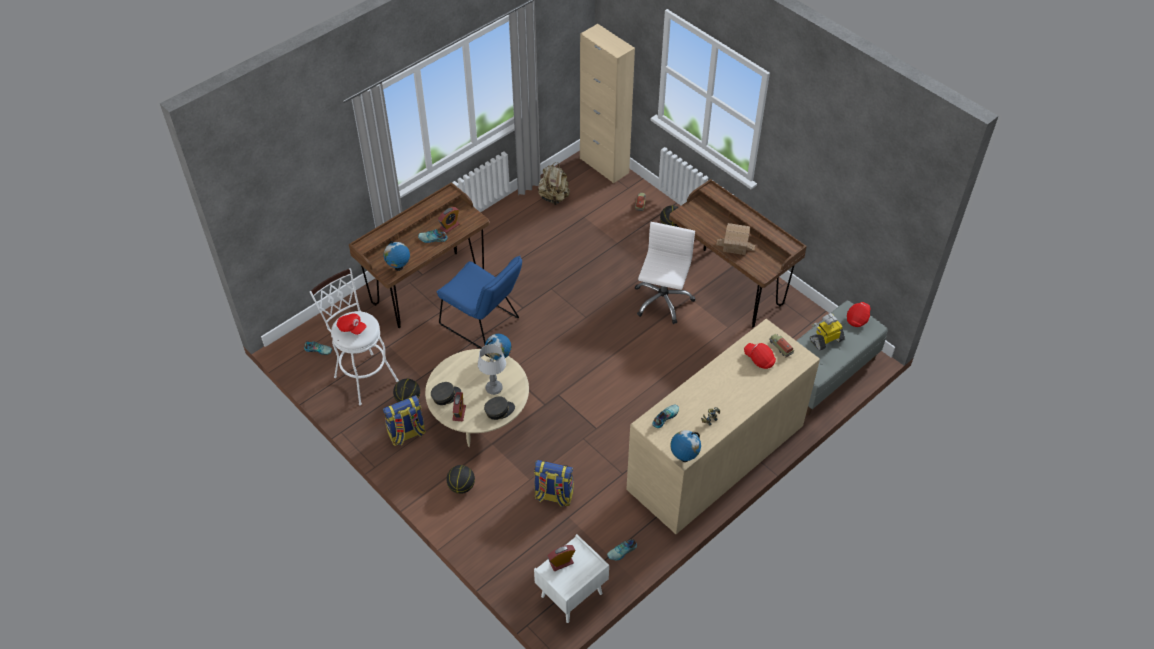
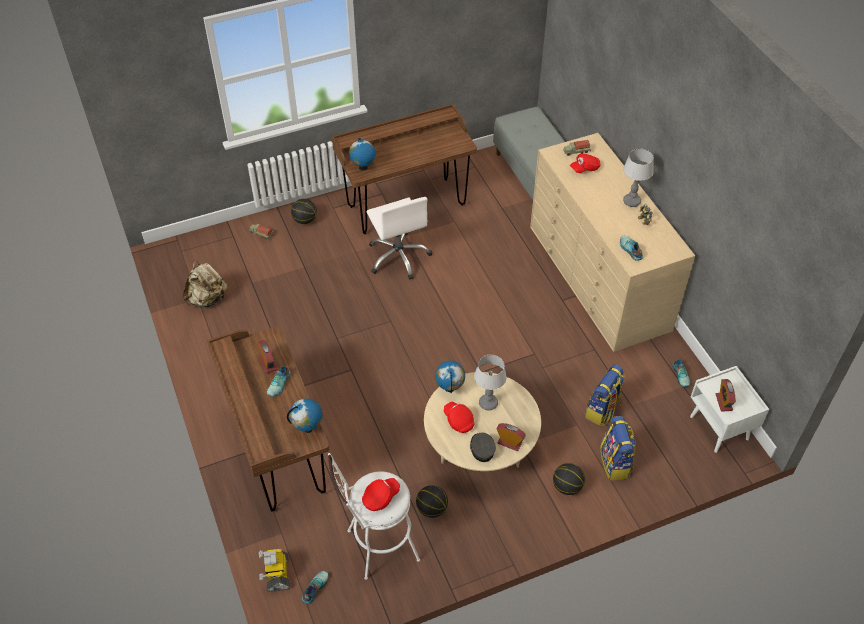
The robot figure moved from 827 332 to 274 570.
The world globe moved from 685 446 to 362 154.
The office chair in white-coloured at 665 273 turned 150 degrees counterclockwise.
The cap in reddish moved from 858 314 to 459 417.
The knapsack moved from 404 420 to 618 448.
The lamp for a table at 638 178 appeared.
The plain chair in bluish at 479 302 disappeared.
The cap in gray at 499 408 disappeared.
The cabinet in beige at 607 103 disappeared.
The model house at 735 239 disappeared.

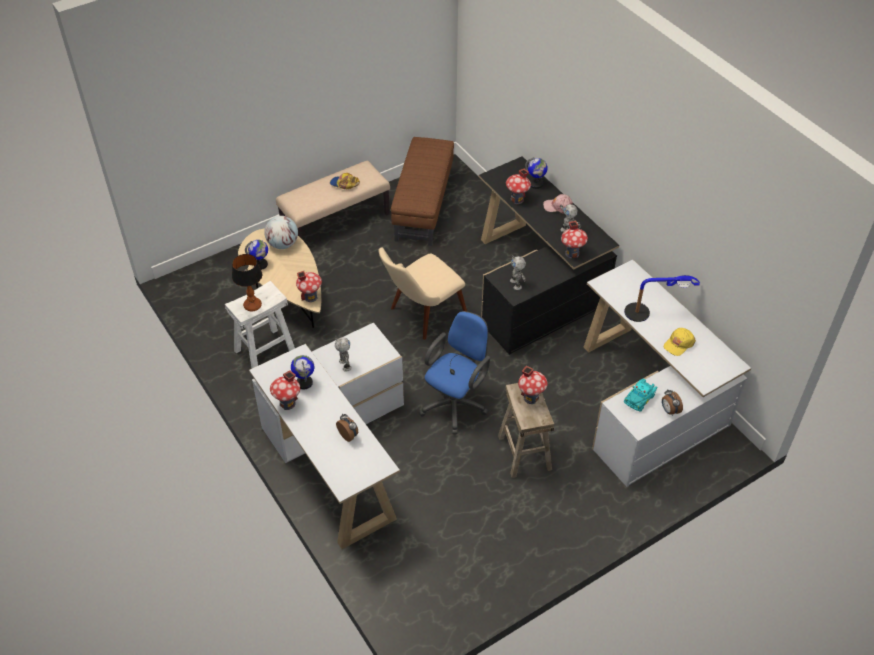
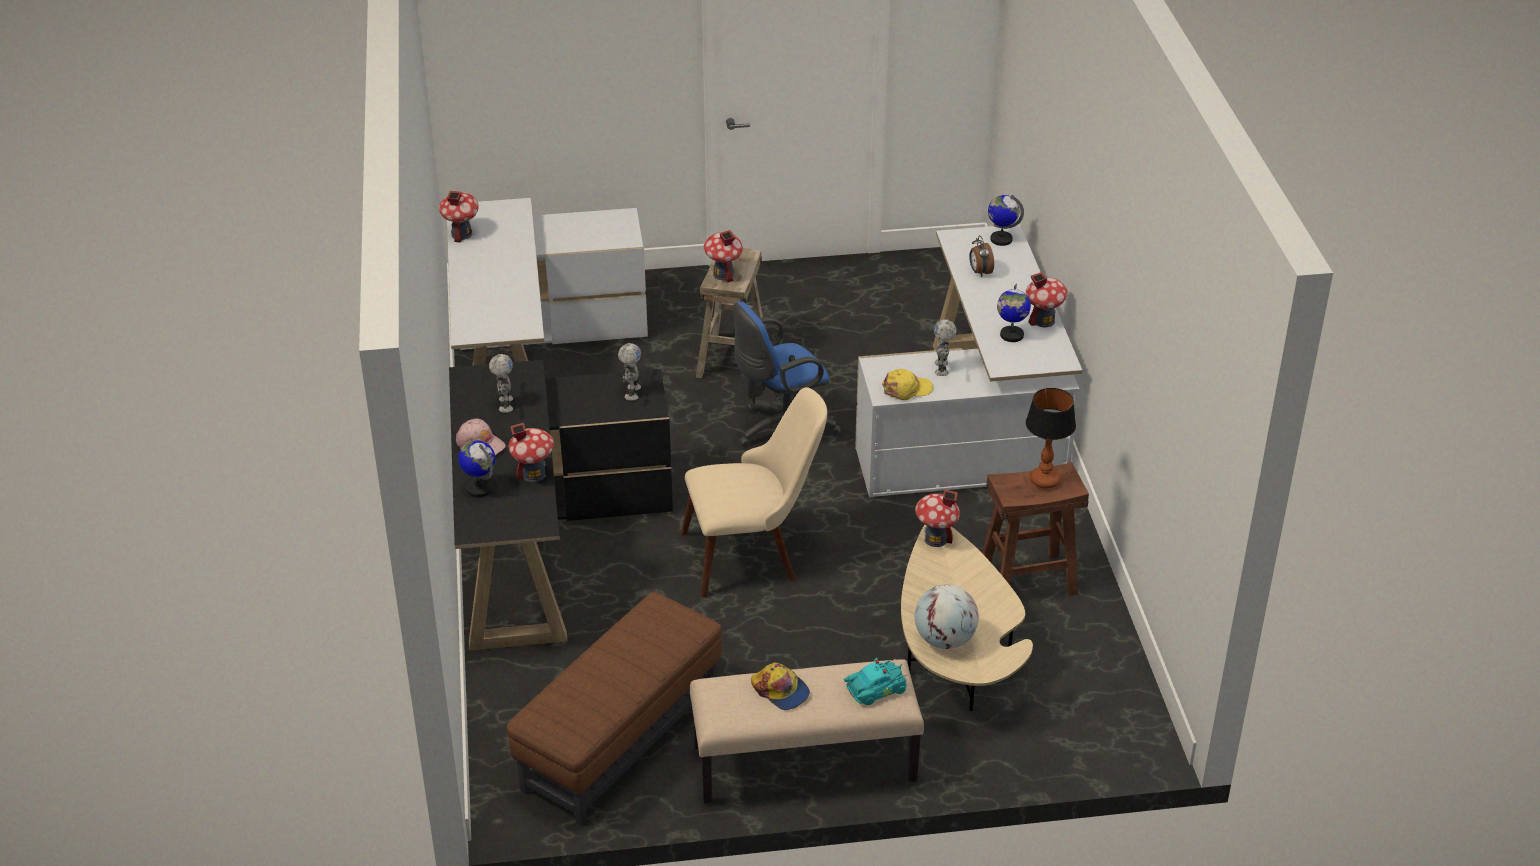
The model house moved from 574 240 to 459 217.
The toy car in blue-green moved from 640 395 to 876 681.
The cap in yellowish moved from 680 342 to 907 384.
The sitting stool in white-coloured at 260 324 became the sitting stool in brown at 1035 529.
The world globe moved from 256 255 to 1006 220.
The lamp for a table at 662 298 disappeared.
The bedside clock at 672 402 disappeared.

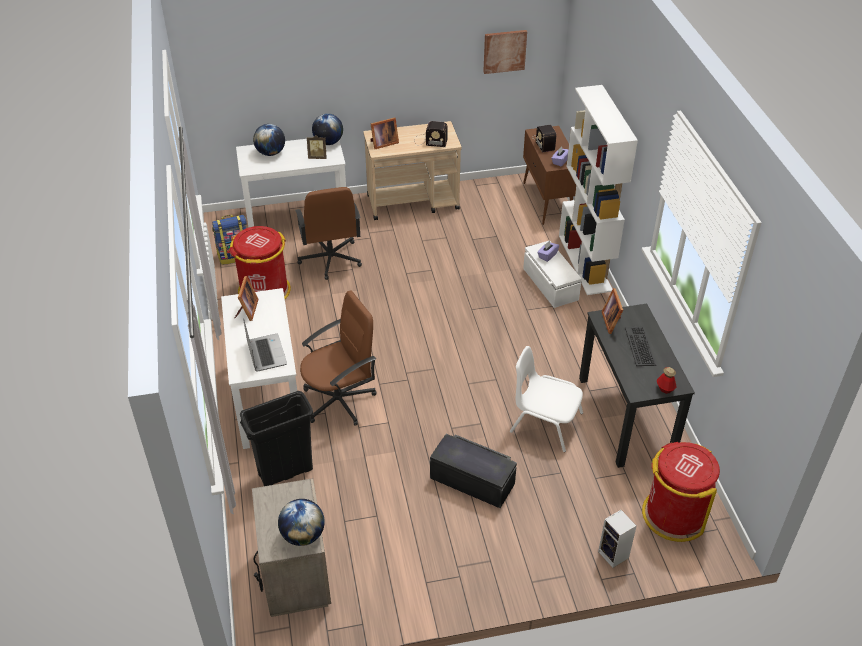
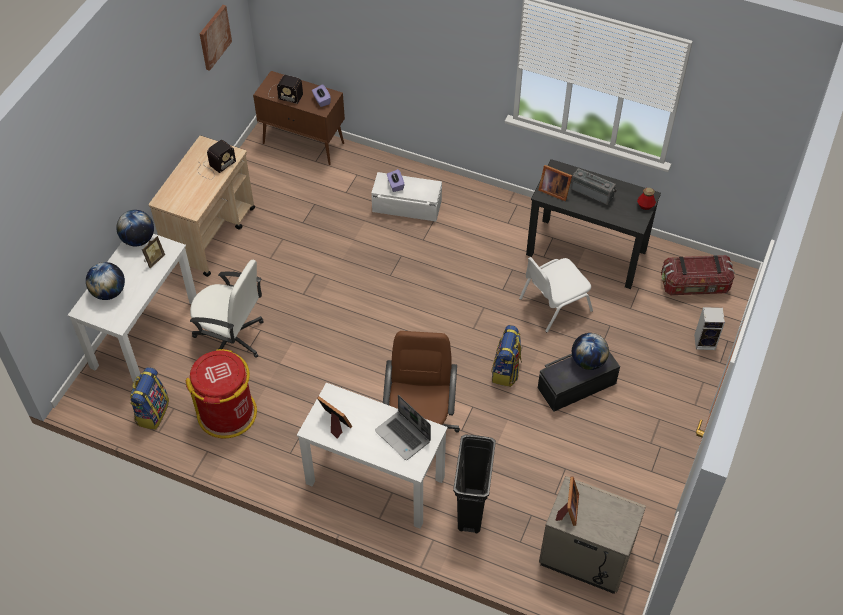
The office chair in brown at 328 233 became the office chair in white-coloured at 227 309.
The laptop at 265 346 turned 150 degrees counterclockwise.
The knapsack at 506 356 appeared.
The standing frame moved from 384 133 to 567 501.
The computer keyboard at 640 346 was replaced by the radio receiver at 594 186.
The world globe moved from 301 522 to 590 351.
The rubbish bin in reddish at 681 492 was replaced by the storage bin at 698 275.
The bookcase in white-coloured at 598 190 disappeared.

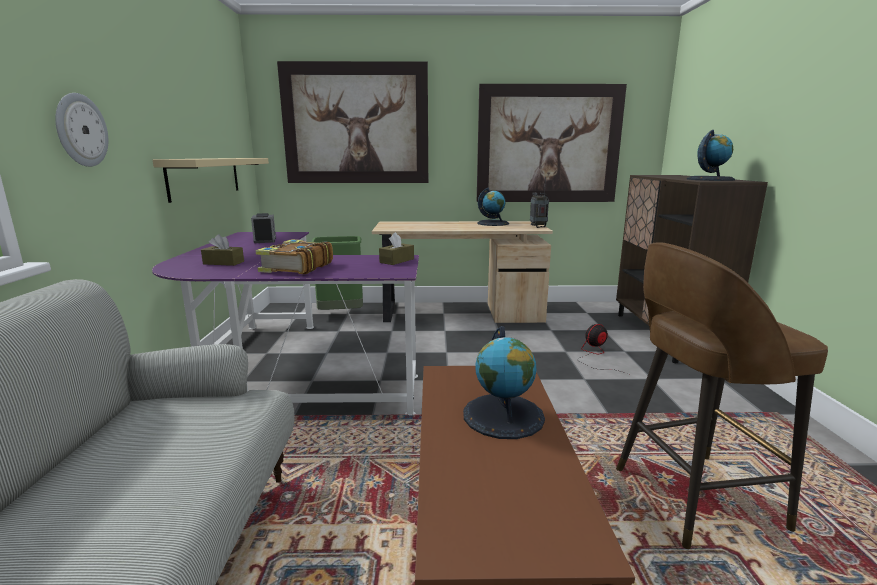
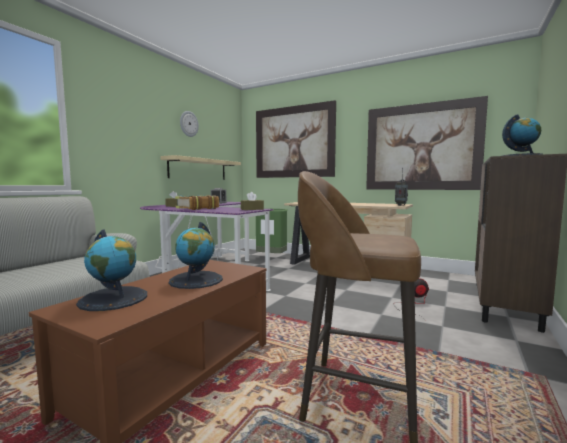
The world globe moved from 493 207 to 111 270.
The hanging clock moved from 81 130 to 189 124.

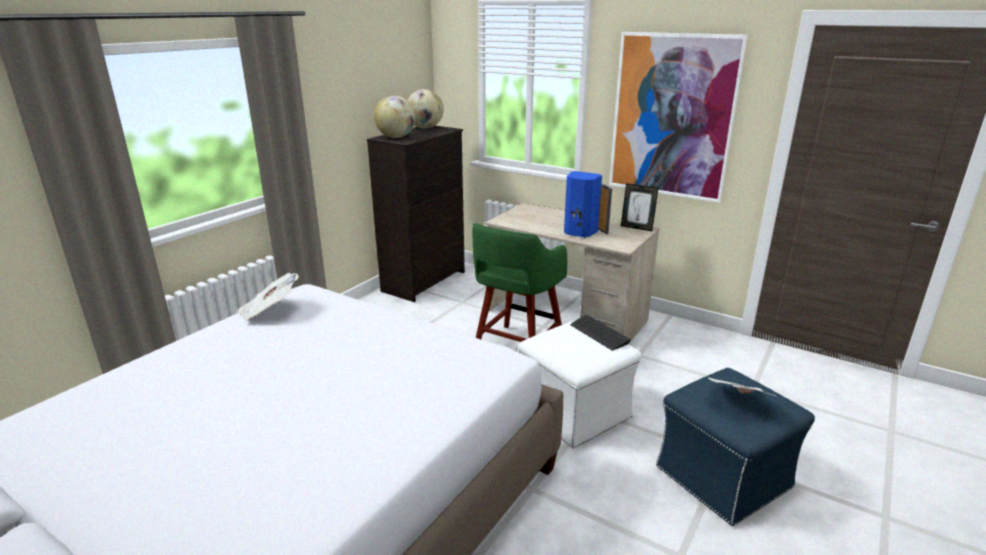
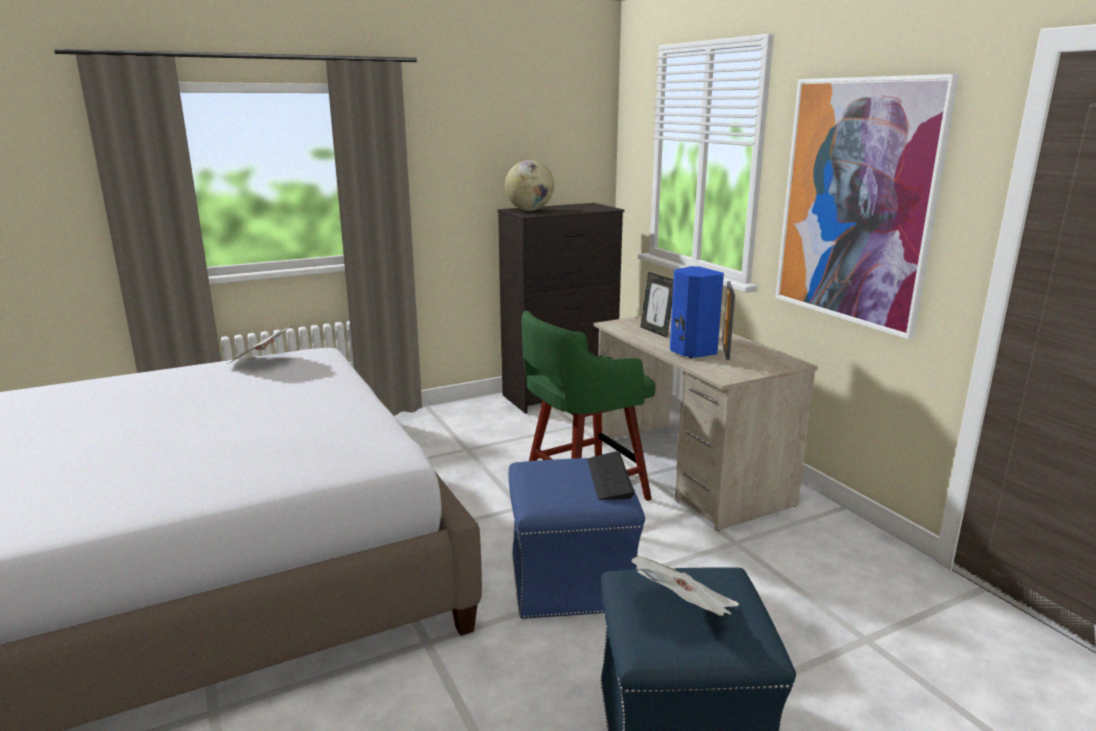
The footrest in white-coloured at 579 384 became the footrest in bluish at 577 538.
The standing frame moved from 640 207 to 657 305.
The world globe at 425 109 disappeared.

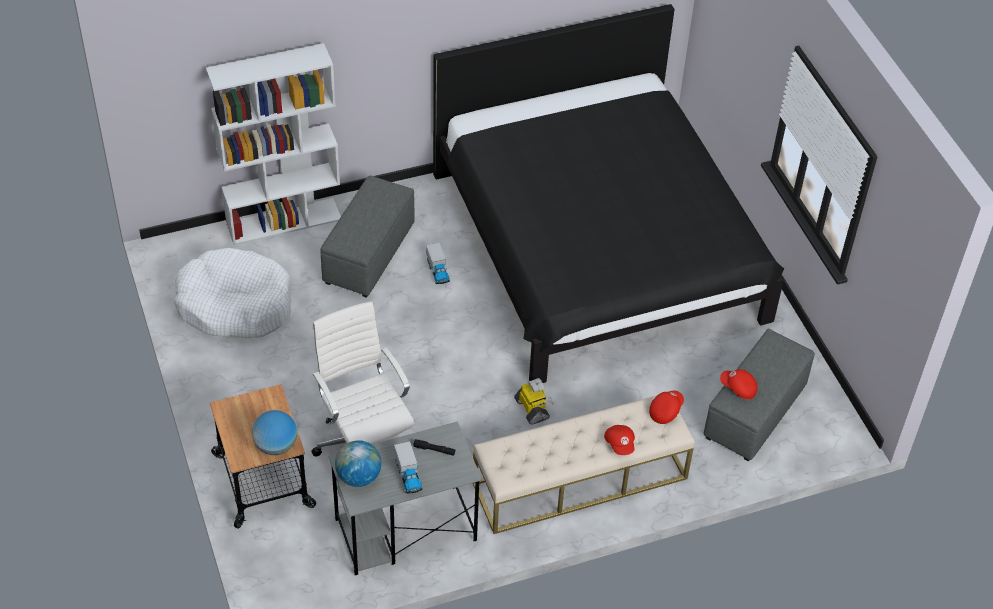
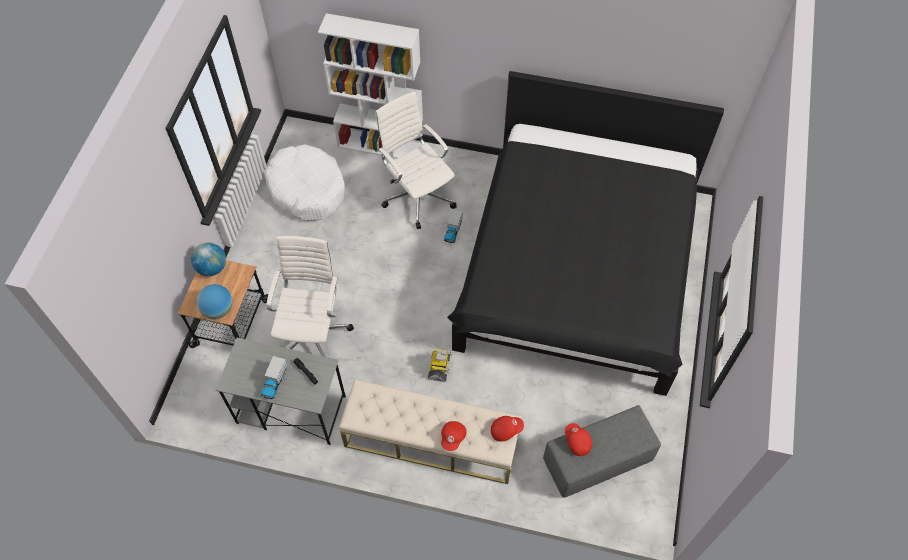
The world globe moved from 358 463 to 208 259.
The footrest in gray at 367 237 was replaced by the office chair in white-coloured at 415 160.

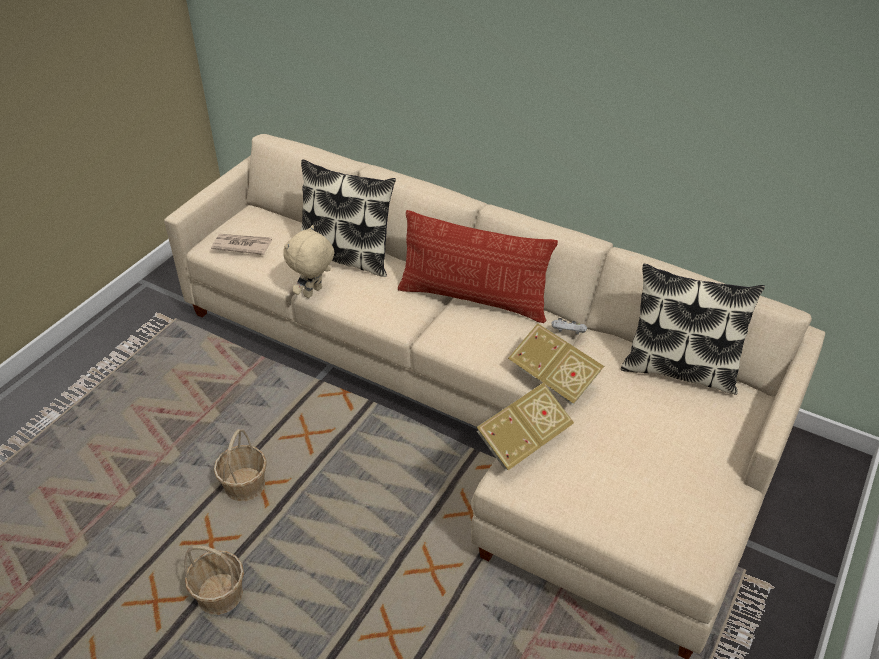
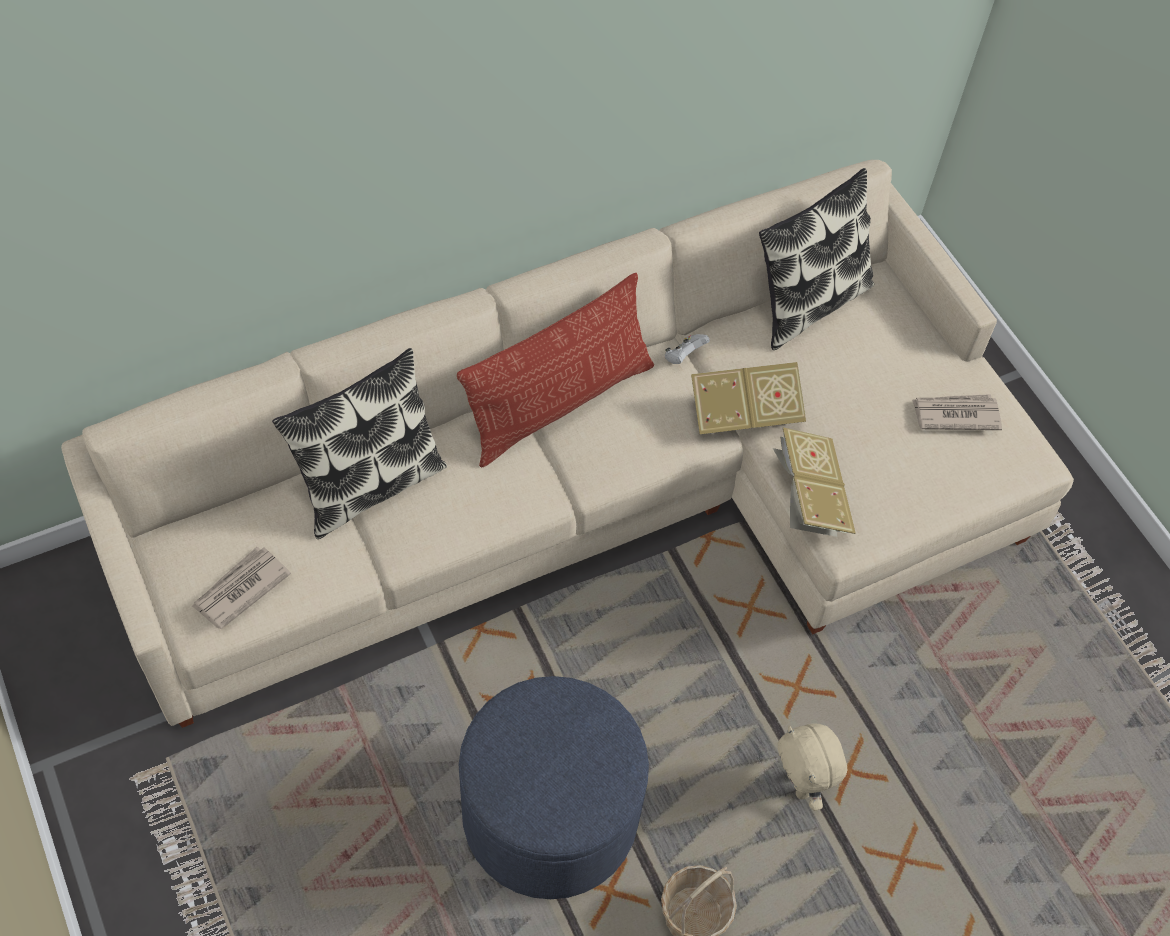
The household basket at 240 465 was replaced by the footrest in bluish at 554 787.
The cuddly toy in beige moved from 308 261 to 812 767.
The printed paper at 957 412 appeared.

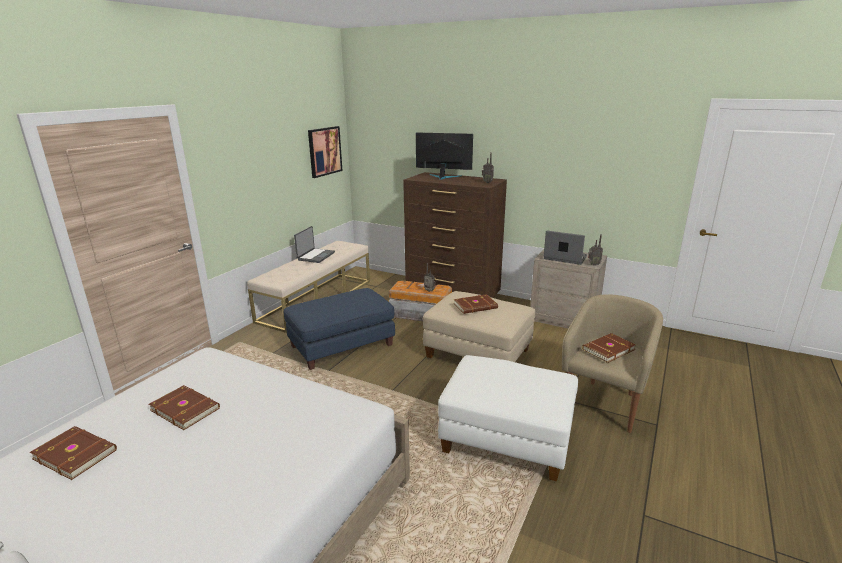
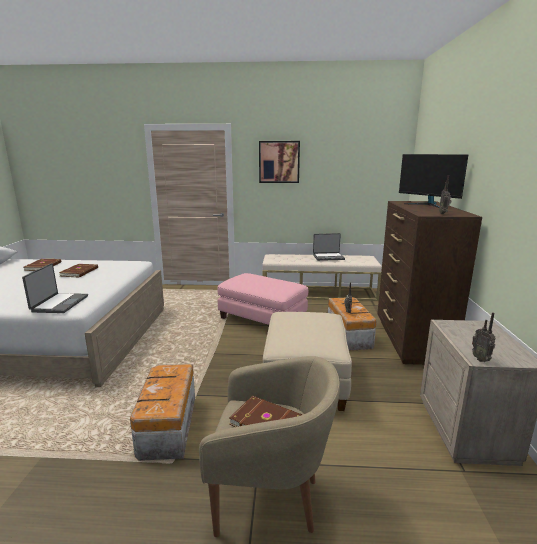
The laptop moved from 565 248 to 55 288.
The footrest in white-coloured at 508 418 was replaced by the storage bin at 162 412.
The footrest in bluish at 339 329 became the footrest in pink-coloured at 262 299.
The picture moved from 325 152 to 279 162.
The computer screen at 444 156 turned 150 degrees clockwise.
The volume in brown at 476 304 disappeared.

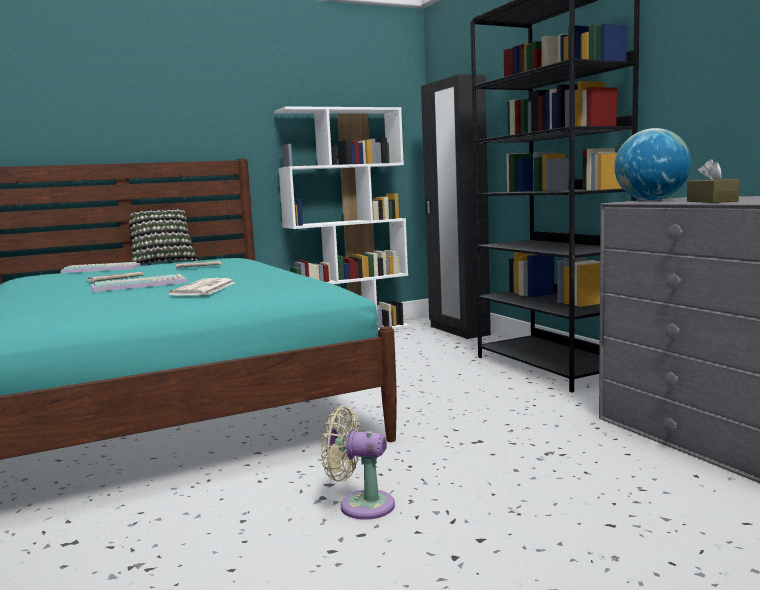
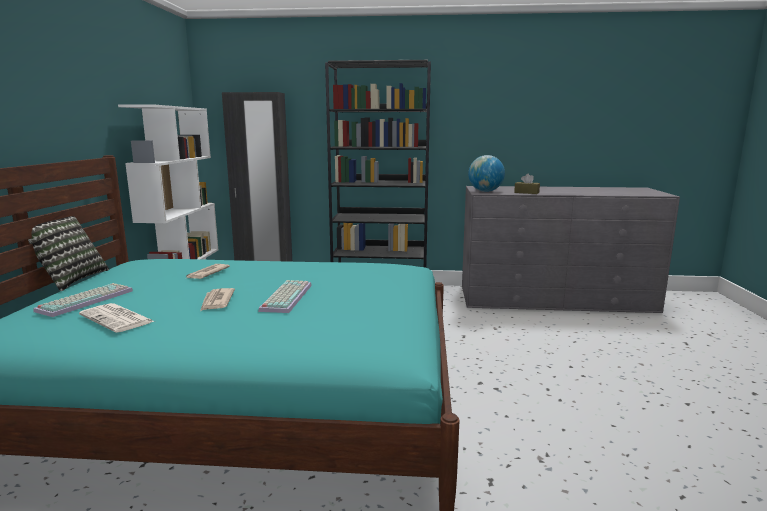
The printed paper moved from 202 286 to 117 318.
The electric fan in beige at 358 463 disappeared.

